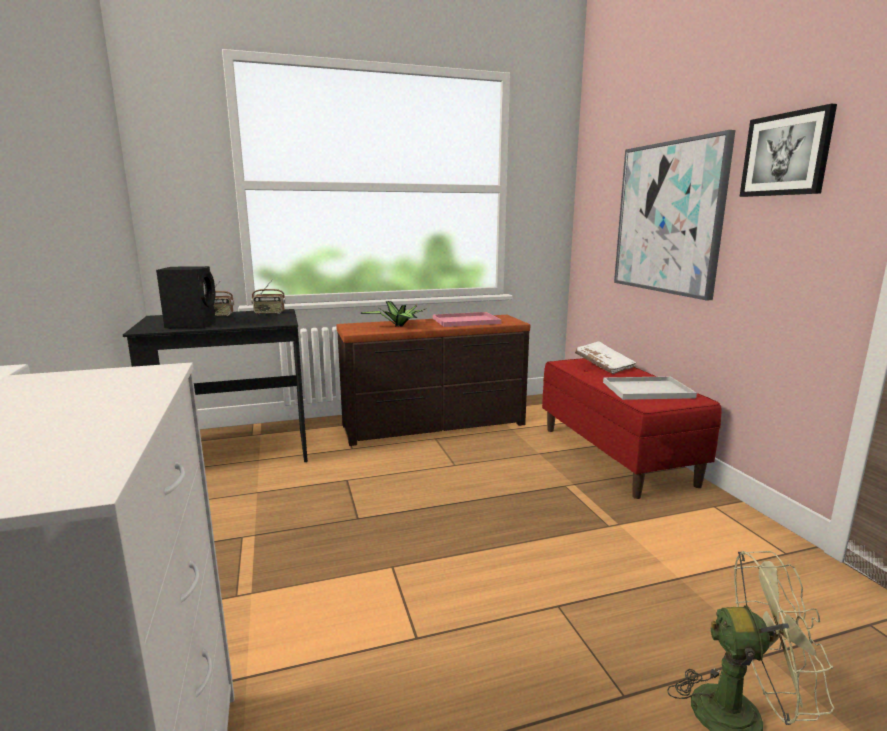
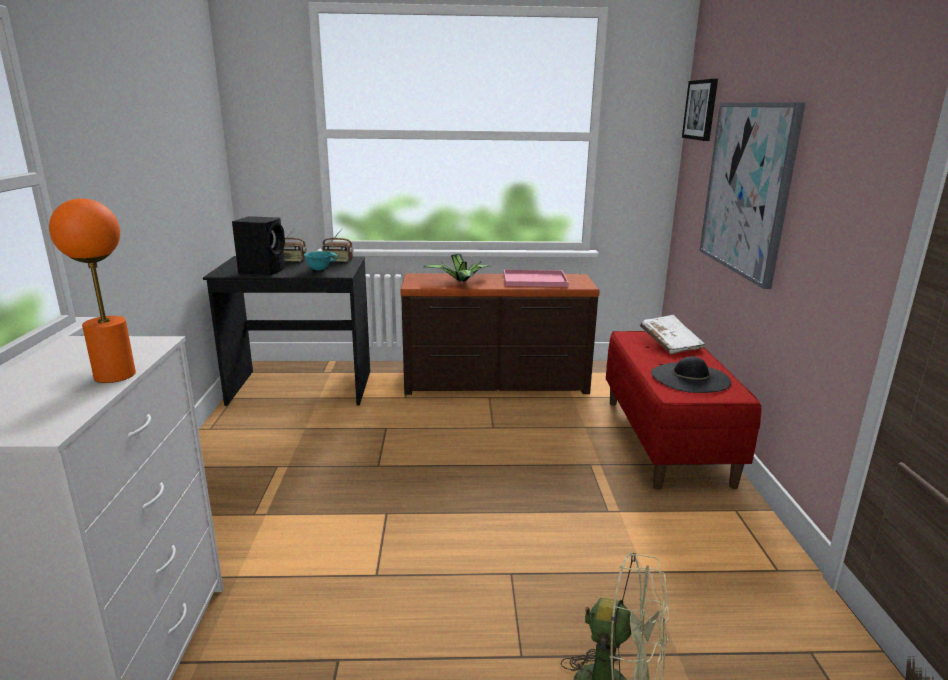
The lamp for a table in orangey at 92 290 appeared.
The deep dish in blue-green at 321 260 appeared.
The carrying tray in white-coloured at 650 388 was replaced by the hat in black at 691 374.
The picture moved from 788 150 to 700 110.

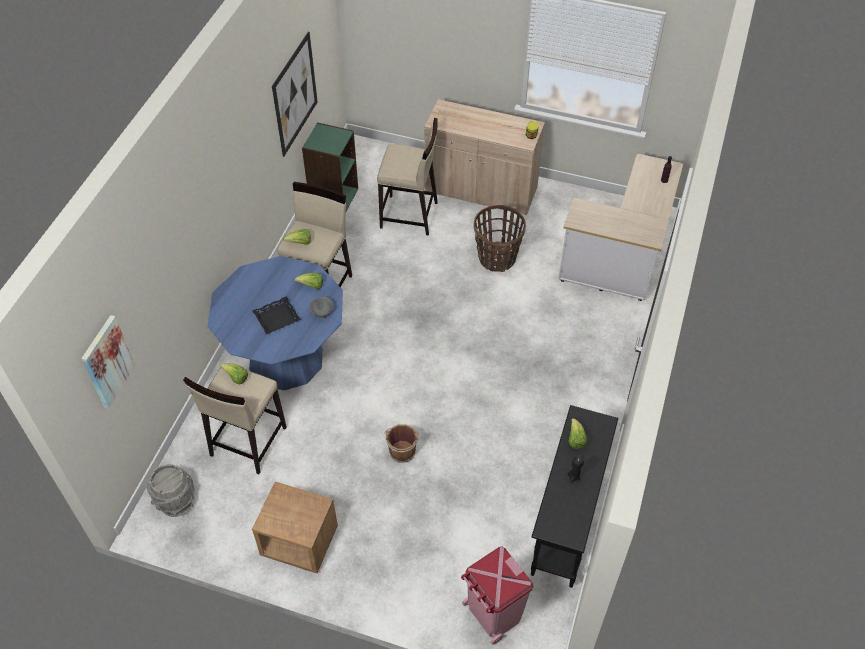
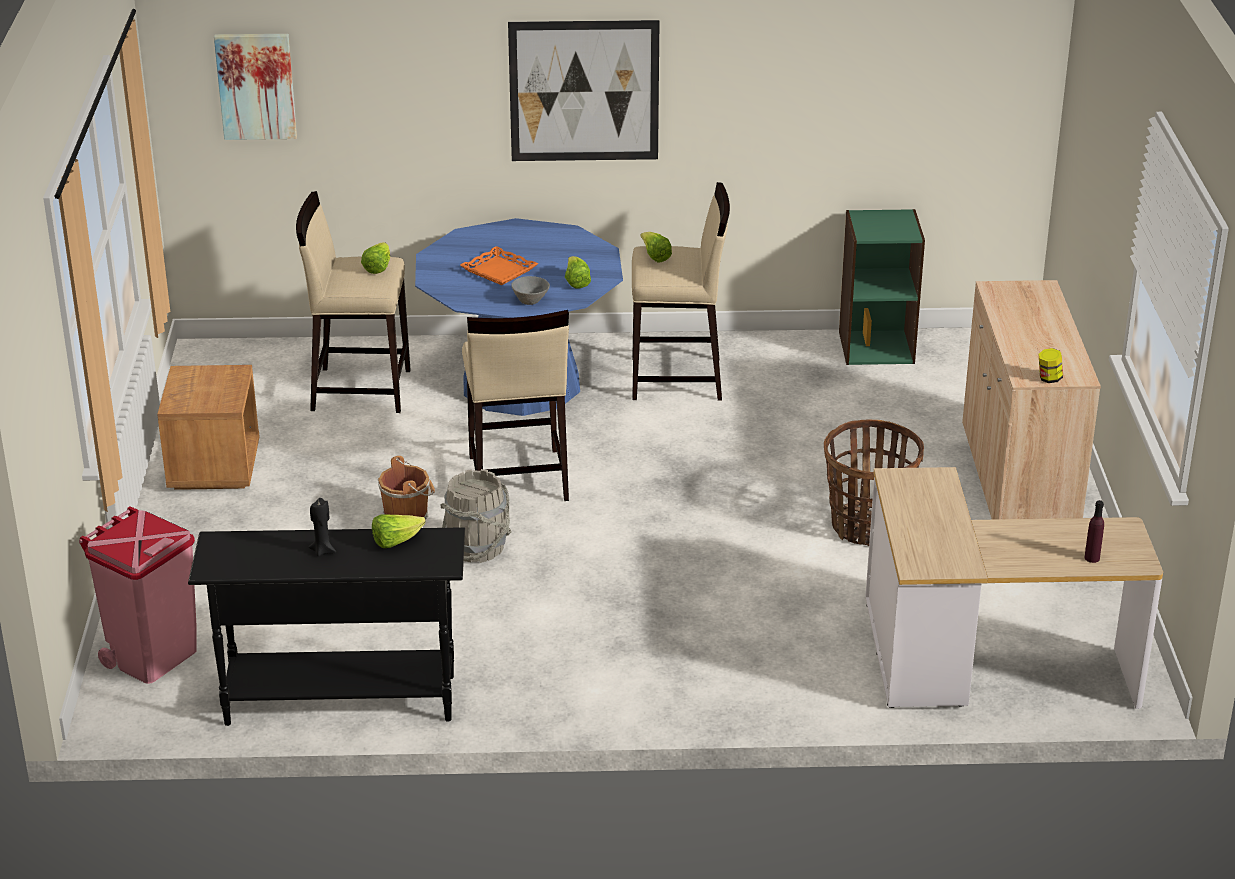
The pail in gray moved from 171 490 to 475 516.
The carrying tray in black at 276 315 became the carrying tray in orangey at 499 265.
The sitting stool in beige moved from 407 177 to 515 405.
The picture moved from 295 94 to 584 90.

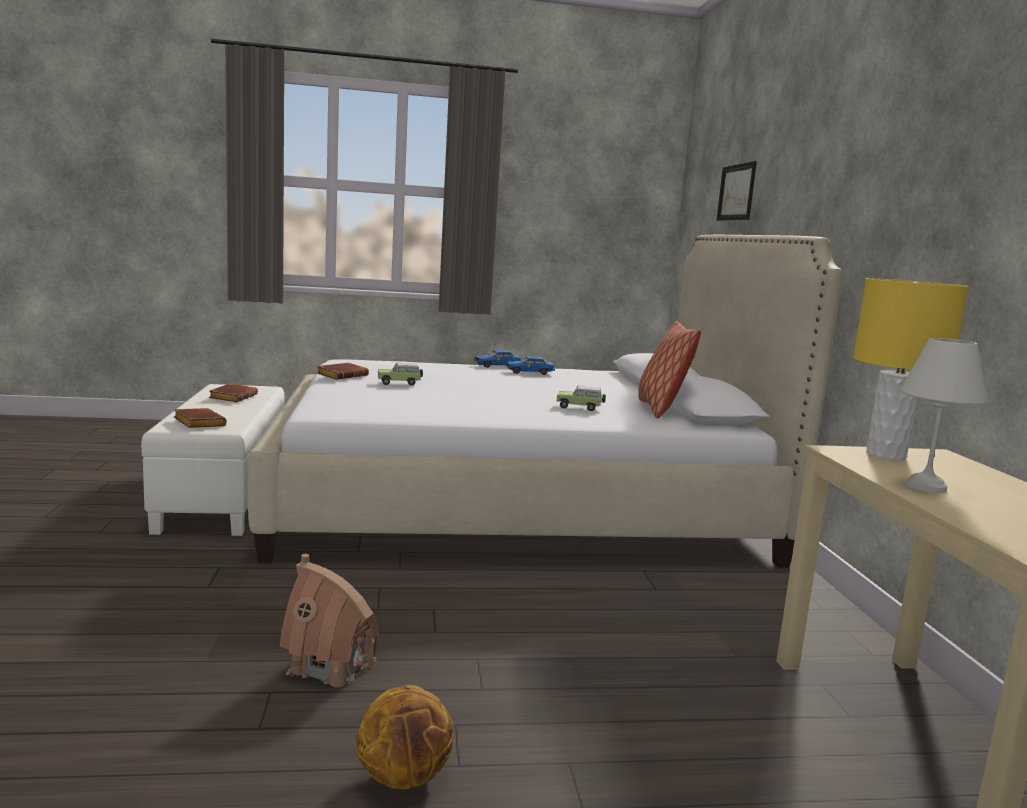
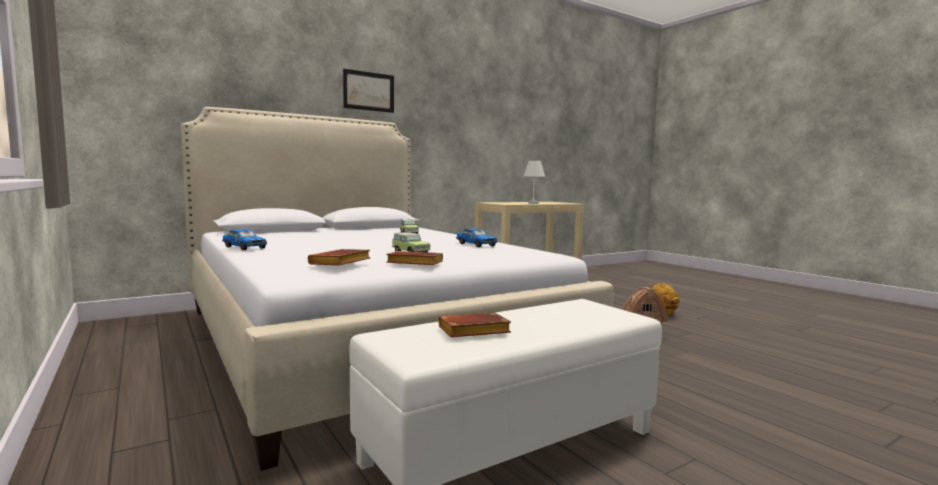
The volume in brown moved from 200 418 to 339 257.
The picture moved from 736 191 to 368 91.
The toy car moved from 530 365 to 477 237.
The pillow at 669 369 disappeared.
The lamp for a table in yellowish at 911 369 disappeared.

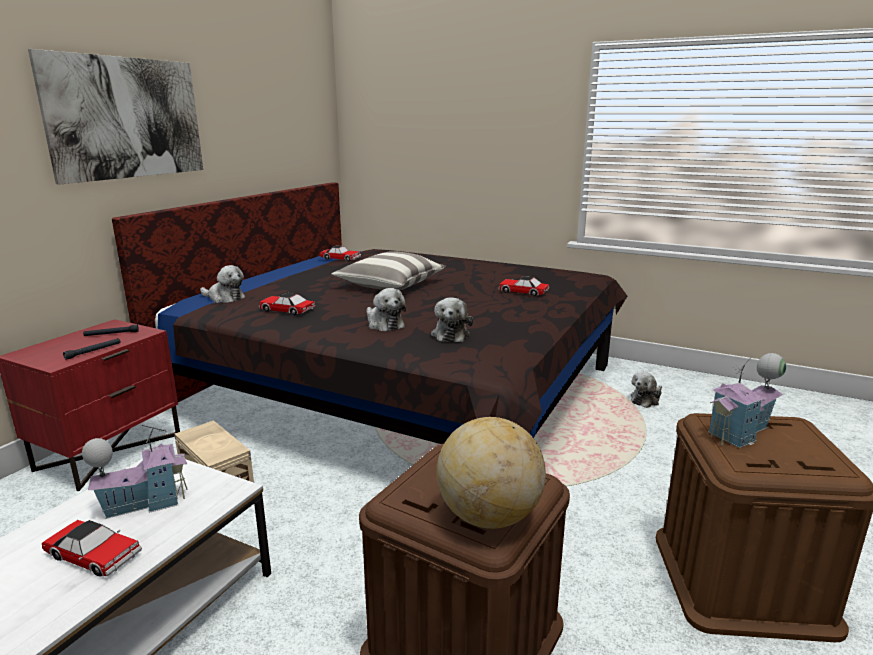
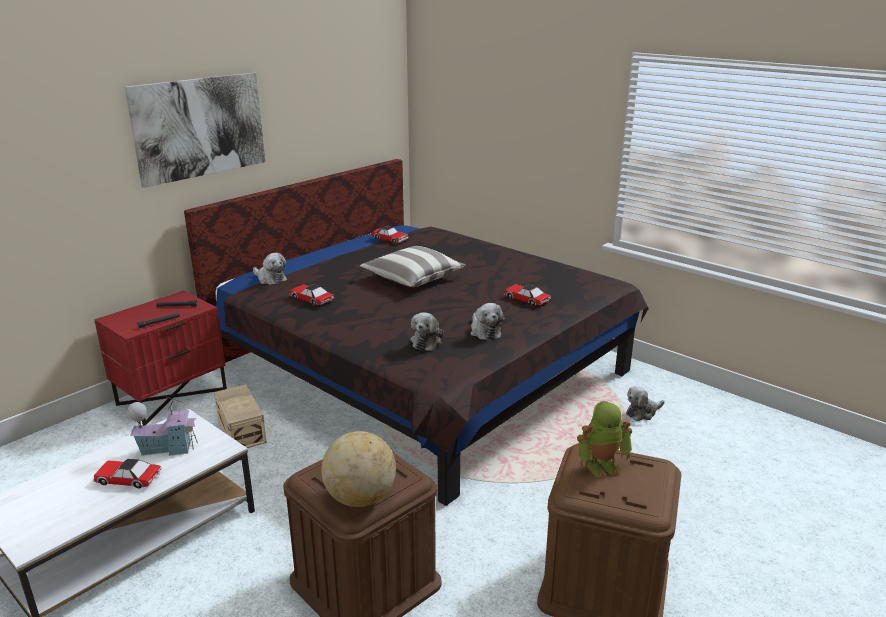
The toy car at 92 548 turned 150 degrees clockwise.
The cuddly toy moved from 386 309 to 488 321.
The model house at 747 400 was replaced by the robot figure at 604 440.

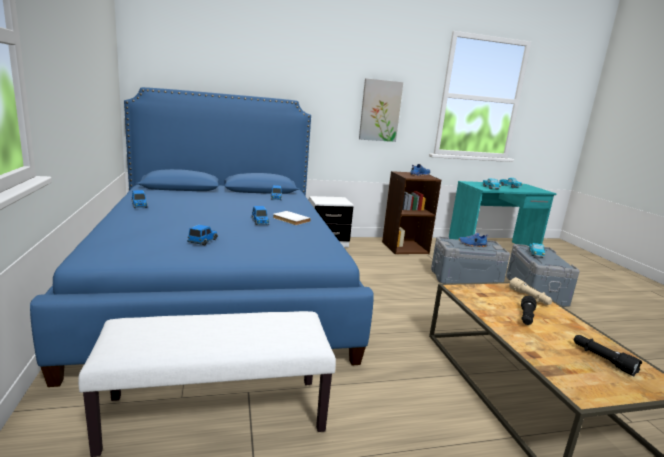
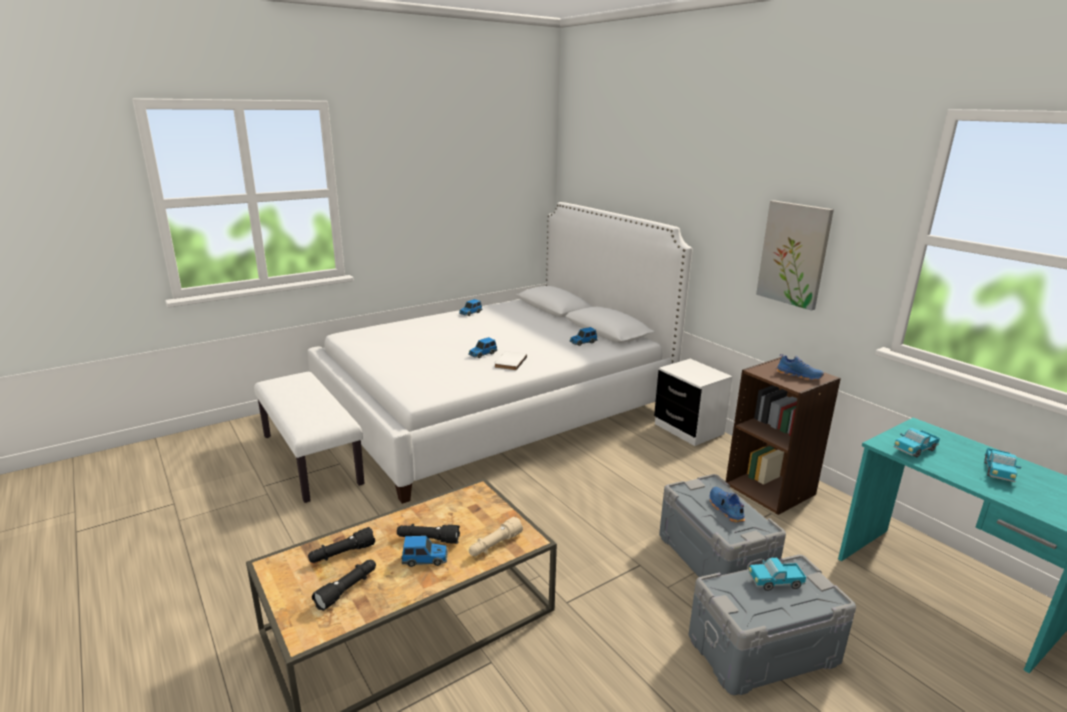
The sleeping bed in bluish at 202 237 became the sleeping bed in white-coloured at 500 353.
The torch in black at 341 545 appeared.
The toy car moved from 202 235 to 424 551.

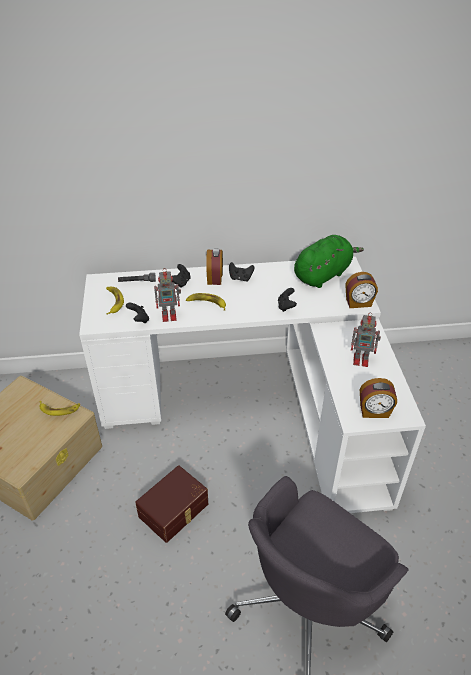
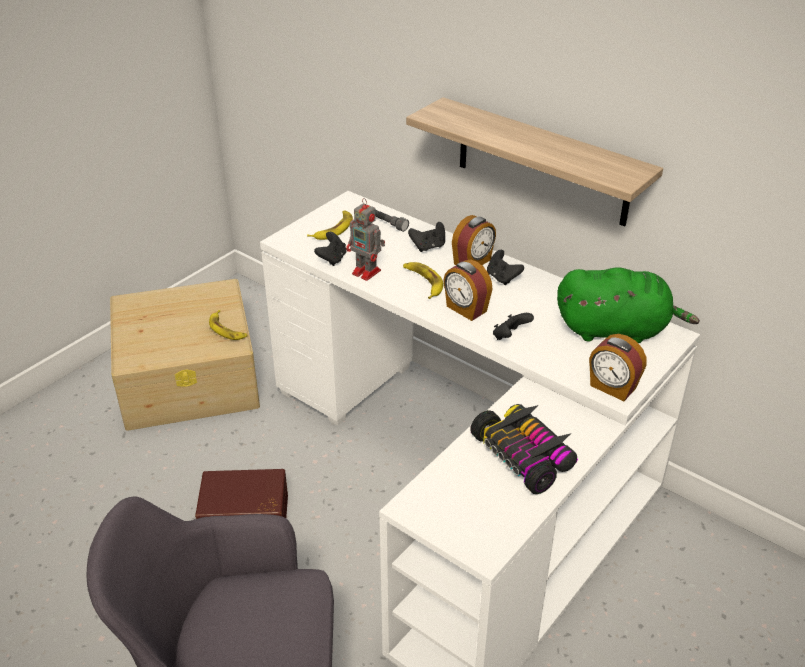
The wall shelf at 534 161 appeared.
The bedside clock moved from 378 398 to 467 290.
The robot figure at 366 339 was replaced by the toy car at 524 449.

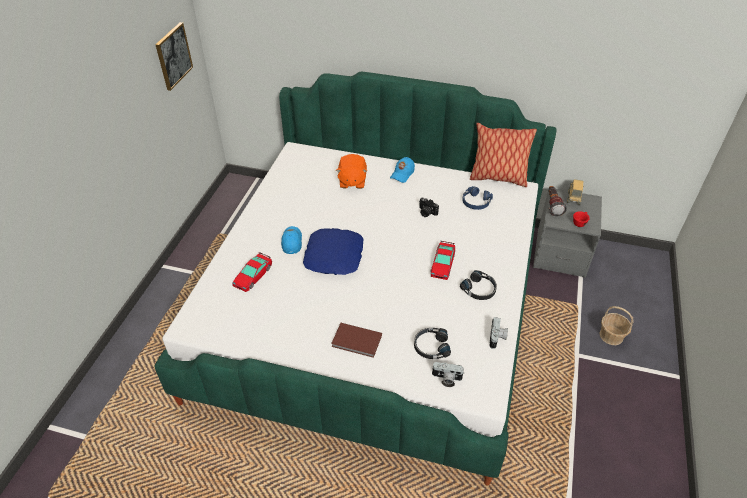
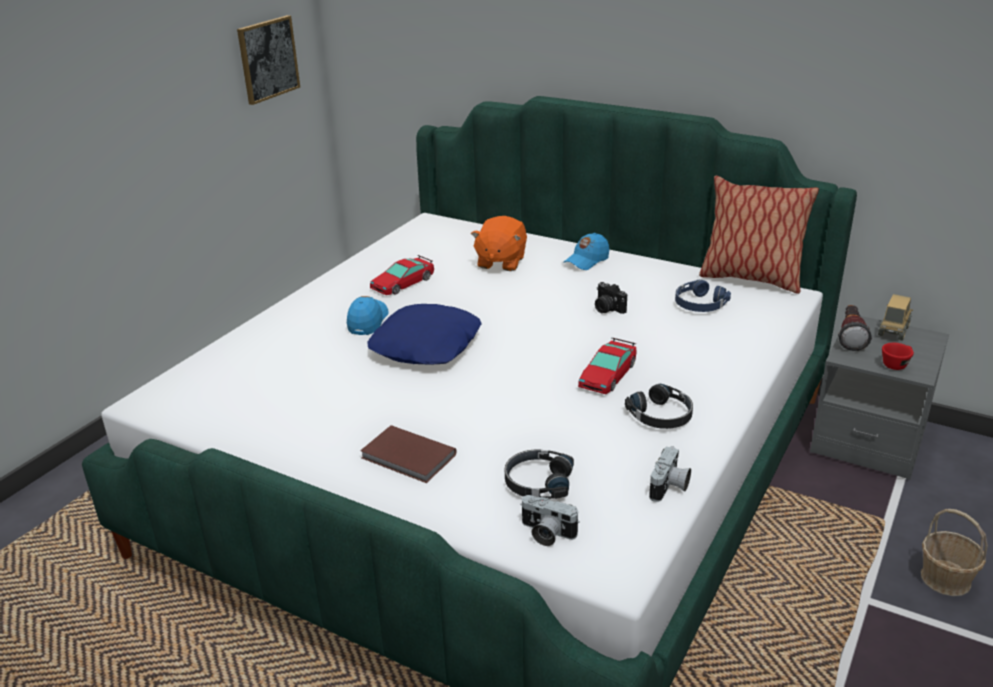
The toy car moved from 252 272 to 402 275.

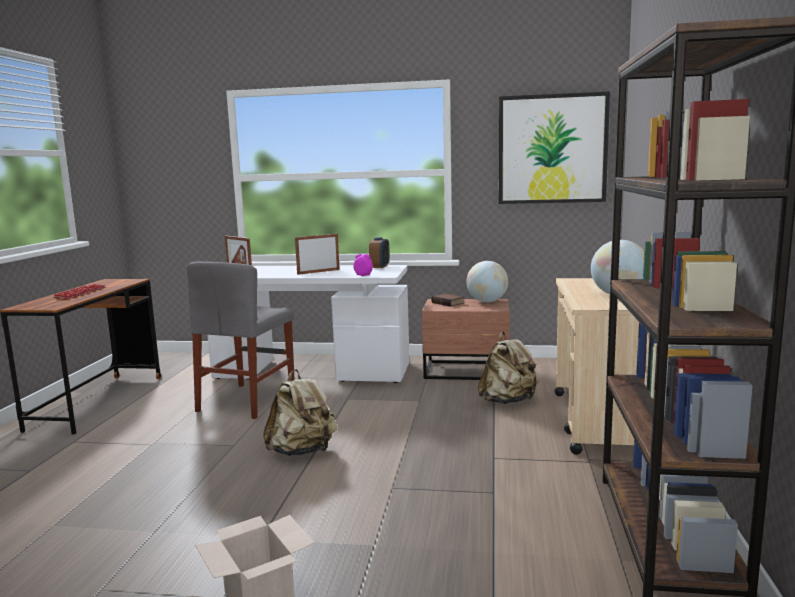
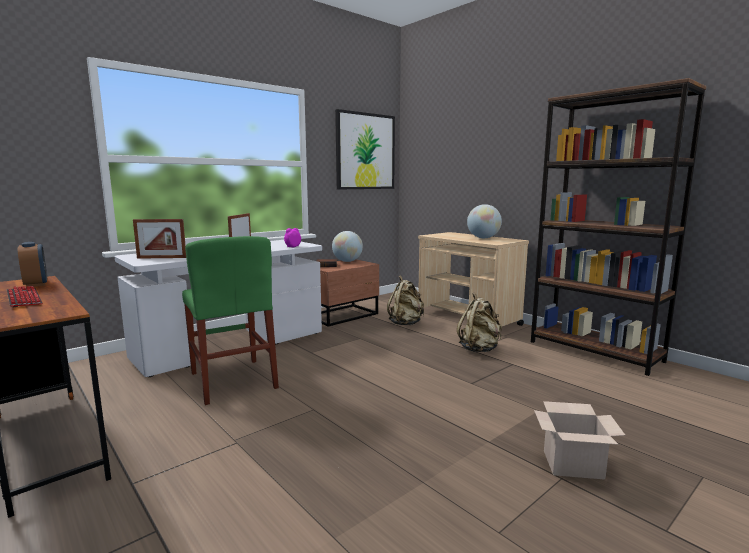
The bedside clock moved from 379 252 to 32 264.
The plain chair in gray at 241 340 became the plain chair in green at 230 320.
The knapsack in beige moved from 300 412 to 479 322.

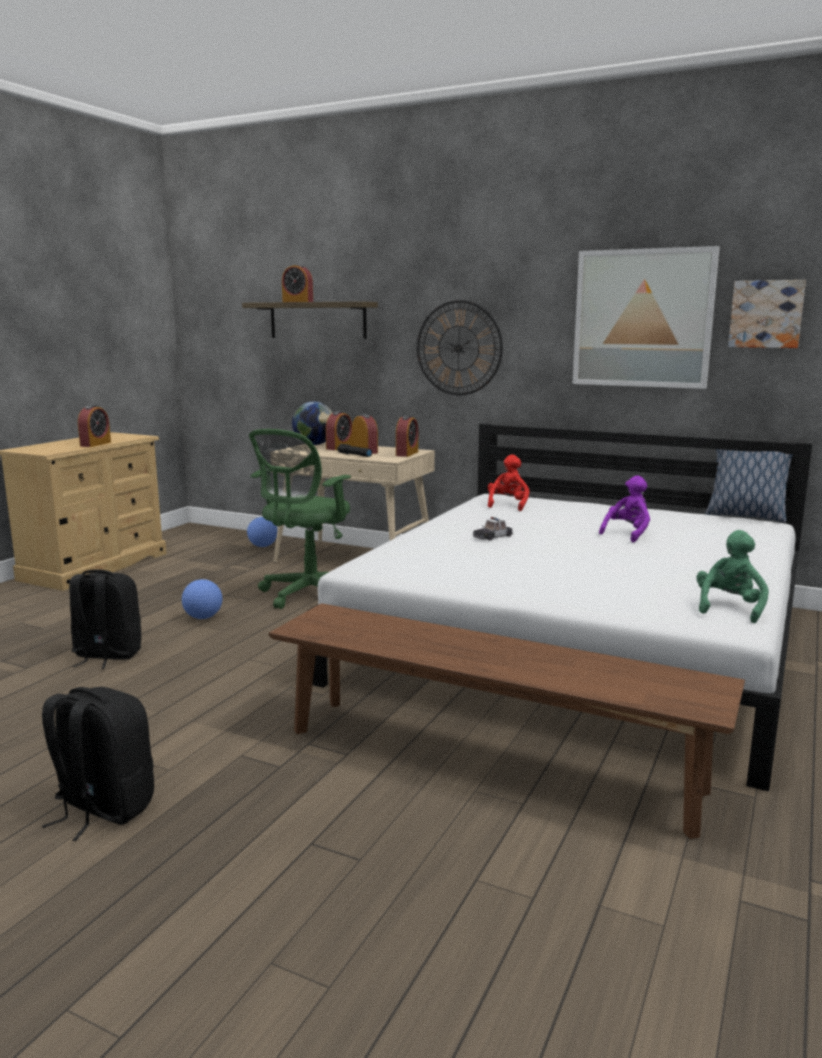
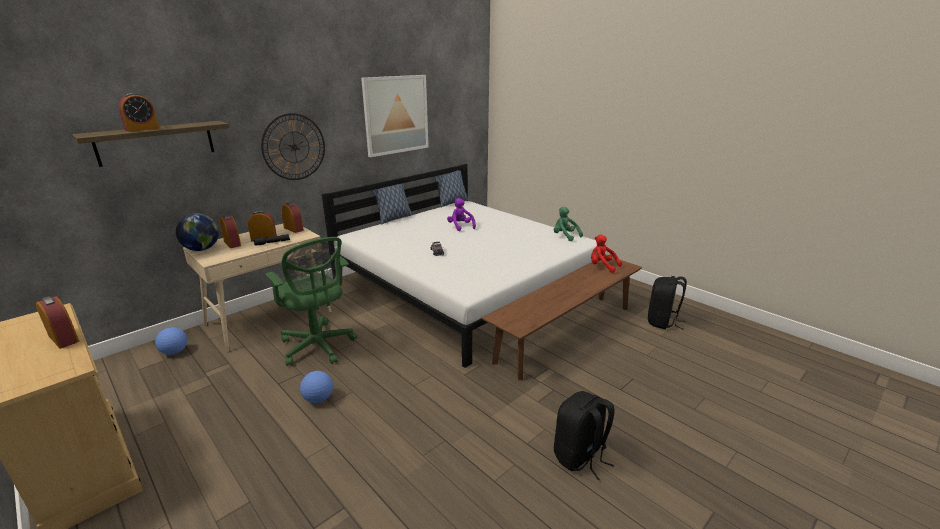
The pillow at 392 204 appeared.
The cuddly toy in reddish moved from 508 482 to 606 254.
The knapsack in black moved from 105 619 to 667 302.
The picture at 767 314 disappeared.

